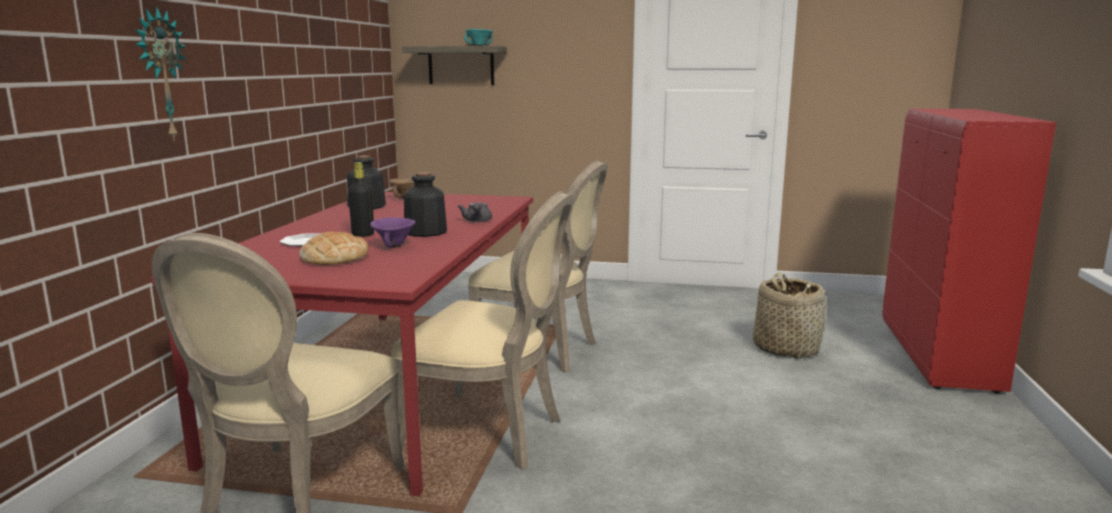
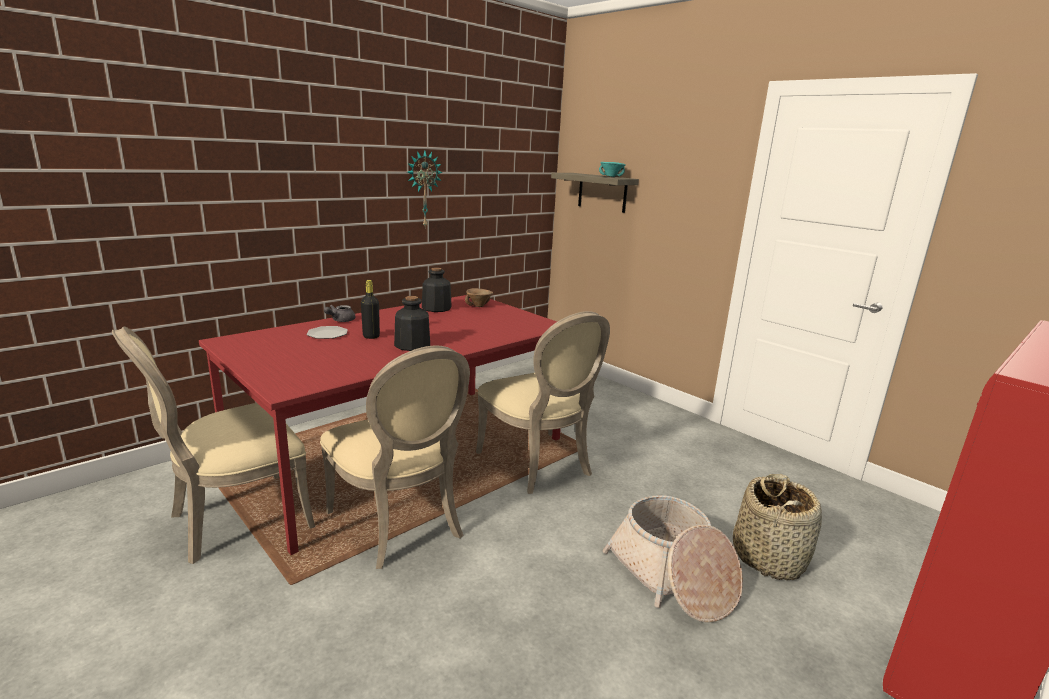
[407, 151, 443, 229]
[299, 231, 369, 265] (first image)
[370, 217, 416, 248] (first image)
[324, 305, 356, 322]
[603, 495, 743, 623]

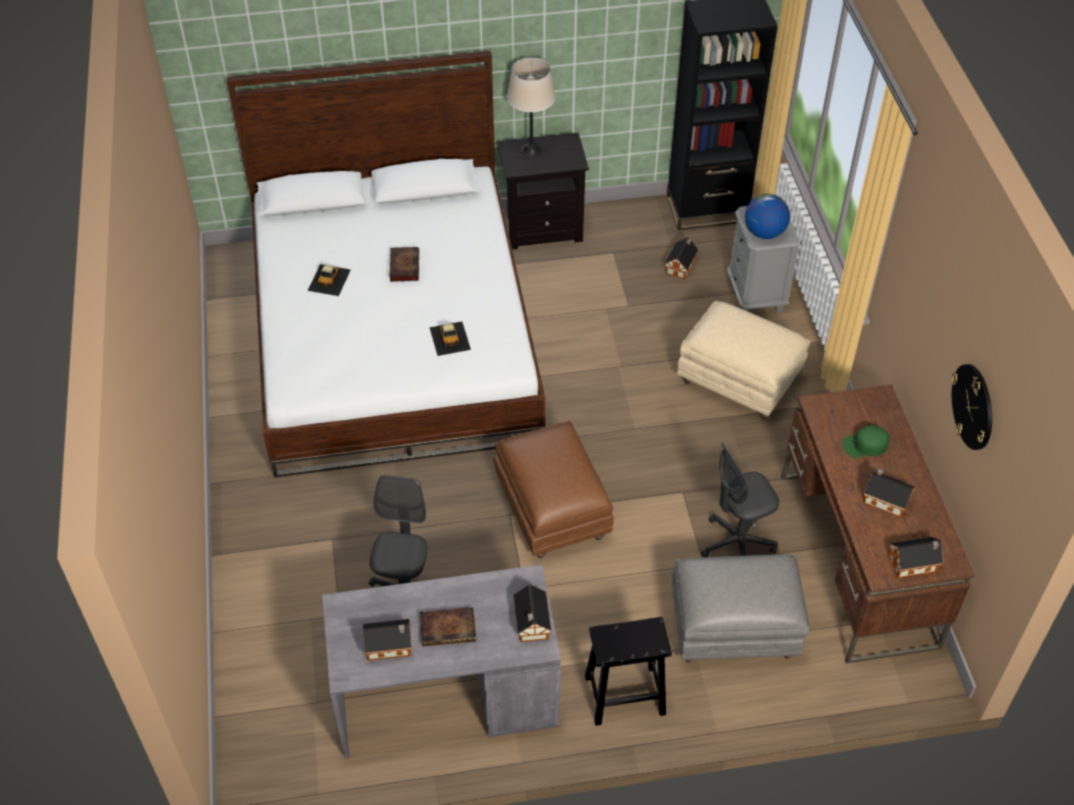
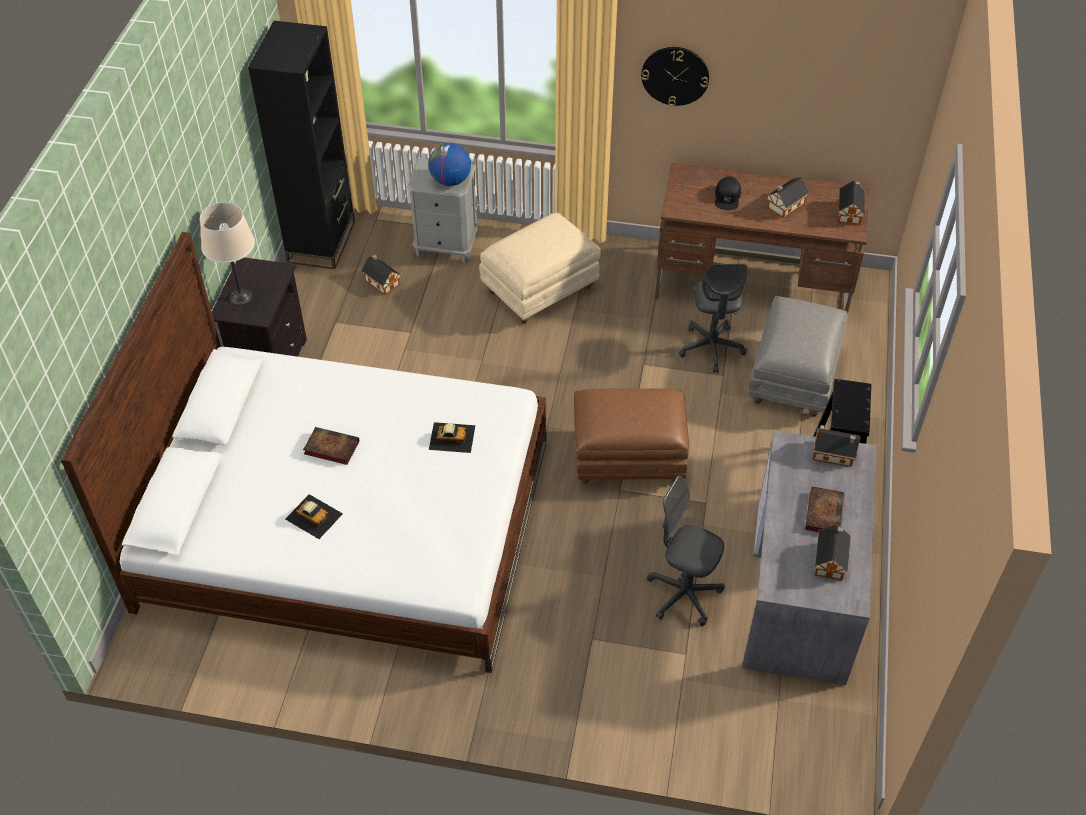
[715, 176, 741, 210]
[641, 47, 709, 106]

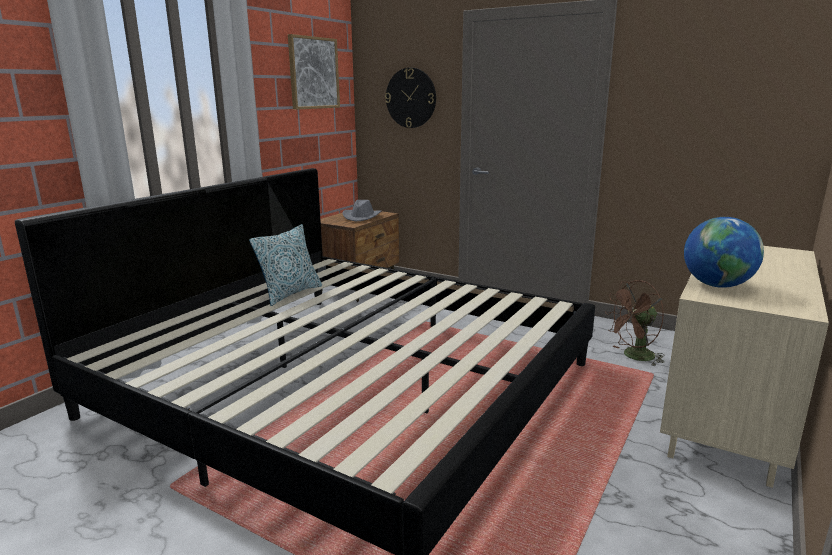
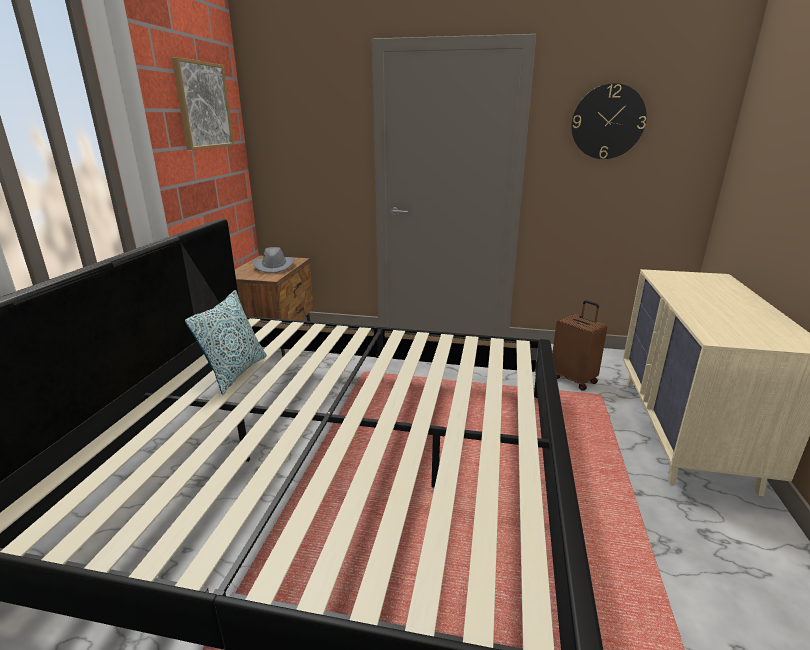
[571, 83, 647, 159]
[552, 300, 607, 391]
[684, 217, 764, 288] (first image)

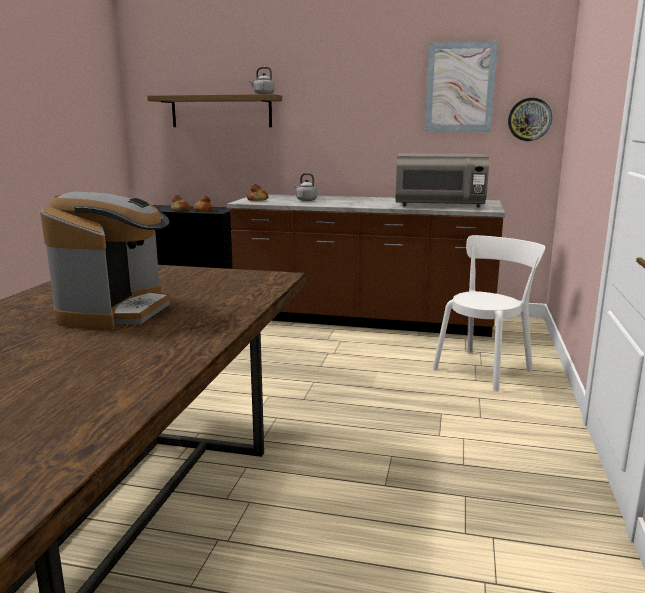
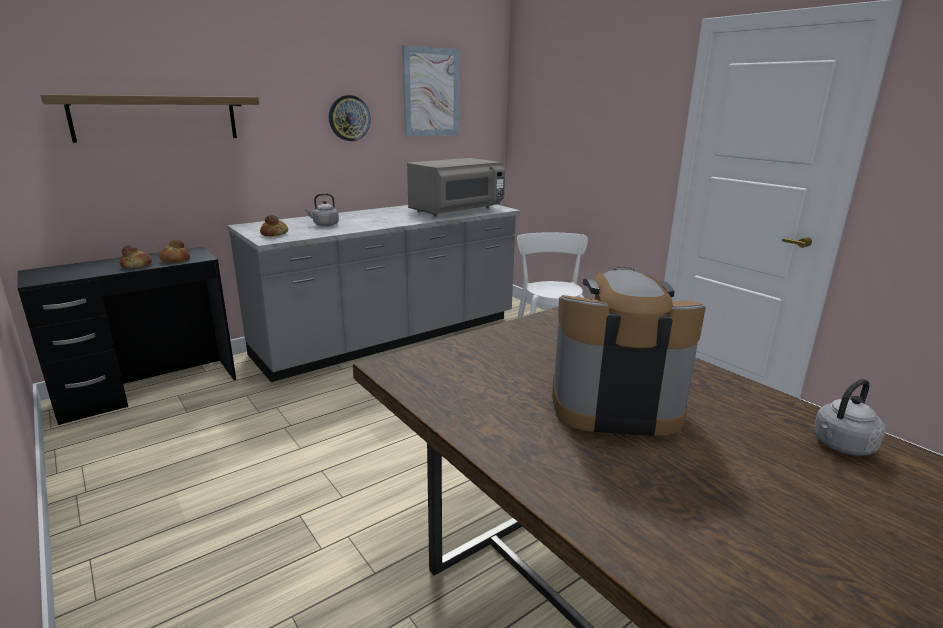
[552, 267, 706, 436]
[227, 205, 520, 382]
[814, 379, 886, 456]
[329, 95, 371, 141]

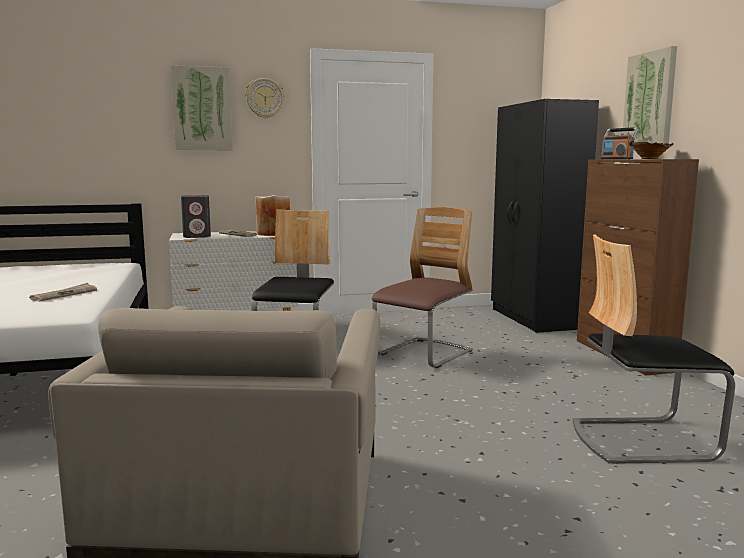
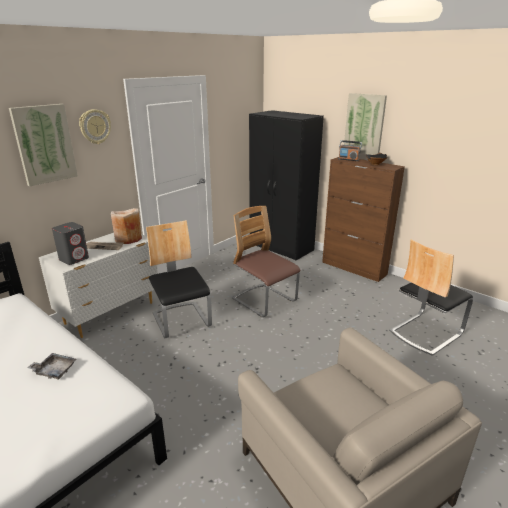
[27, 353, 76, 380]
[232, 206, 300, 317]

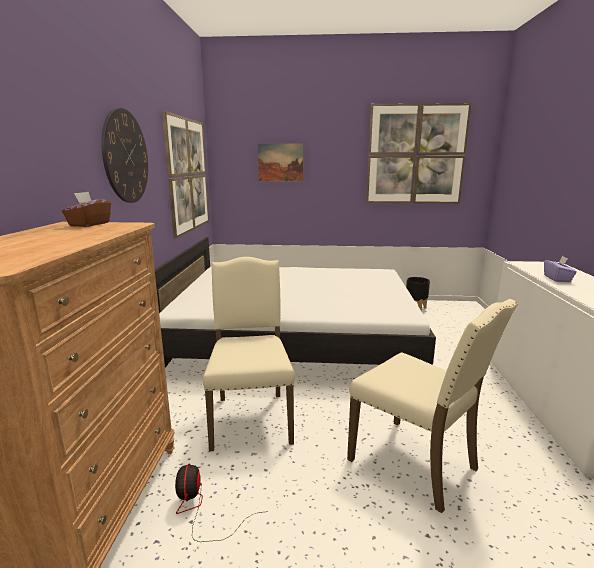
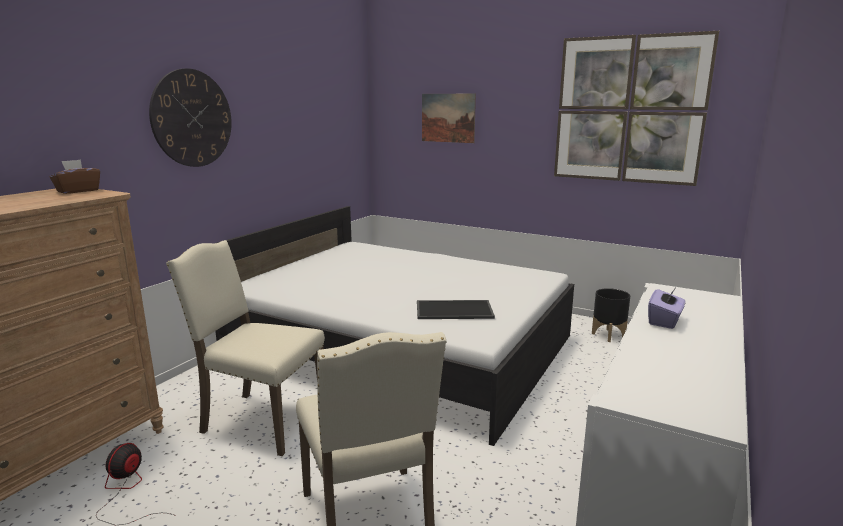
[162, 111, 209, 238] (first image)
[166, 240, 325, 456]
[417, 300, 495, 319]

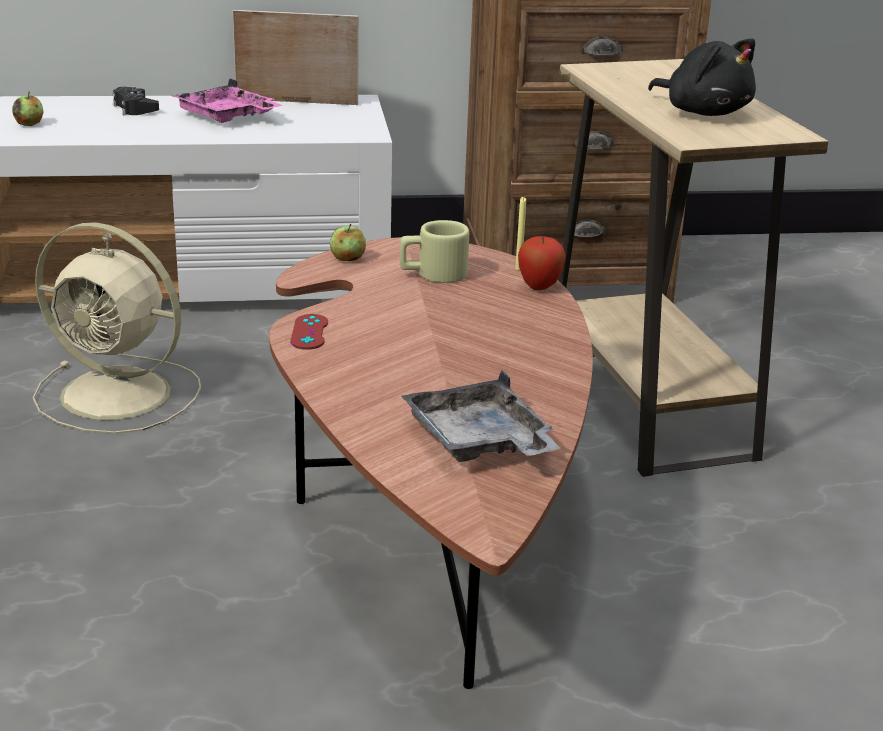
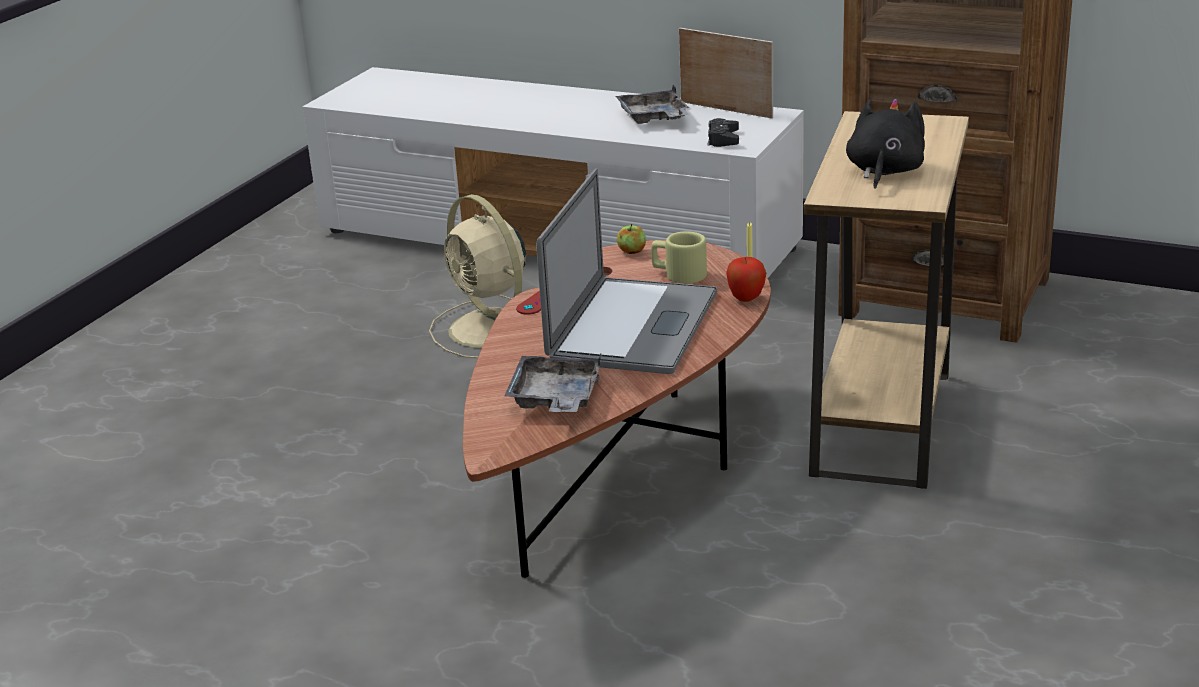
[12, 92, 44, 126] (first image)
[708, 118, 739, 147]
[616, 85, 689, 124]
[846, 99, 925, 189]
[536, 168, 717, 374]

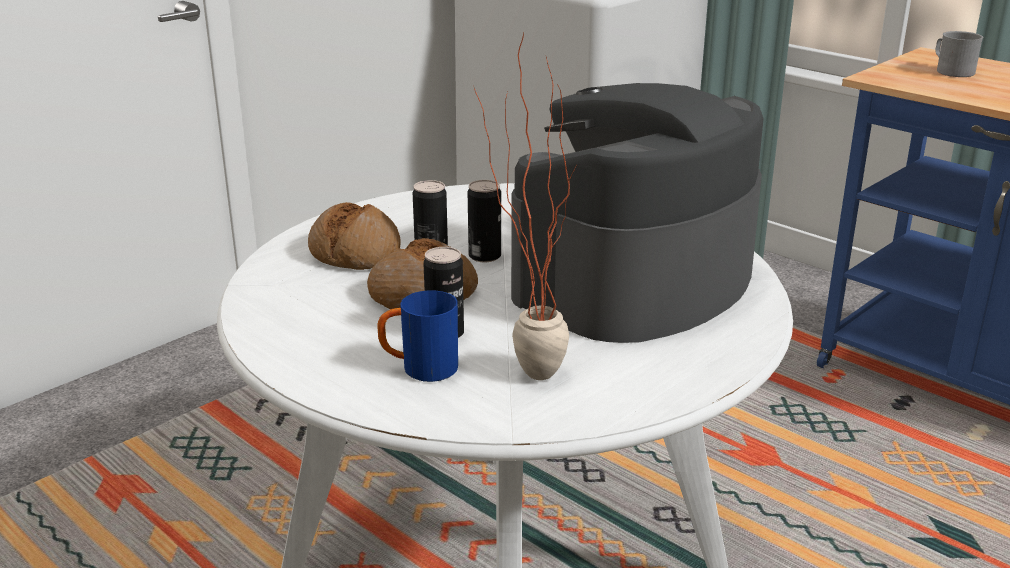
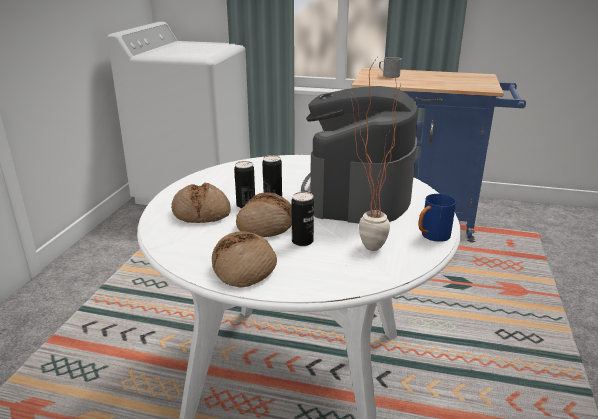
[418, 194, 456, 242]
[212, 231, 277, 287]

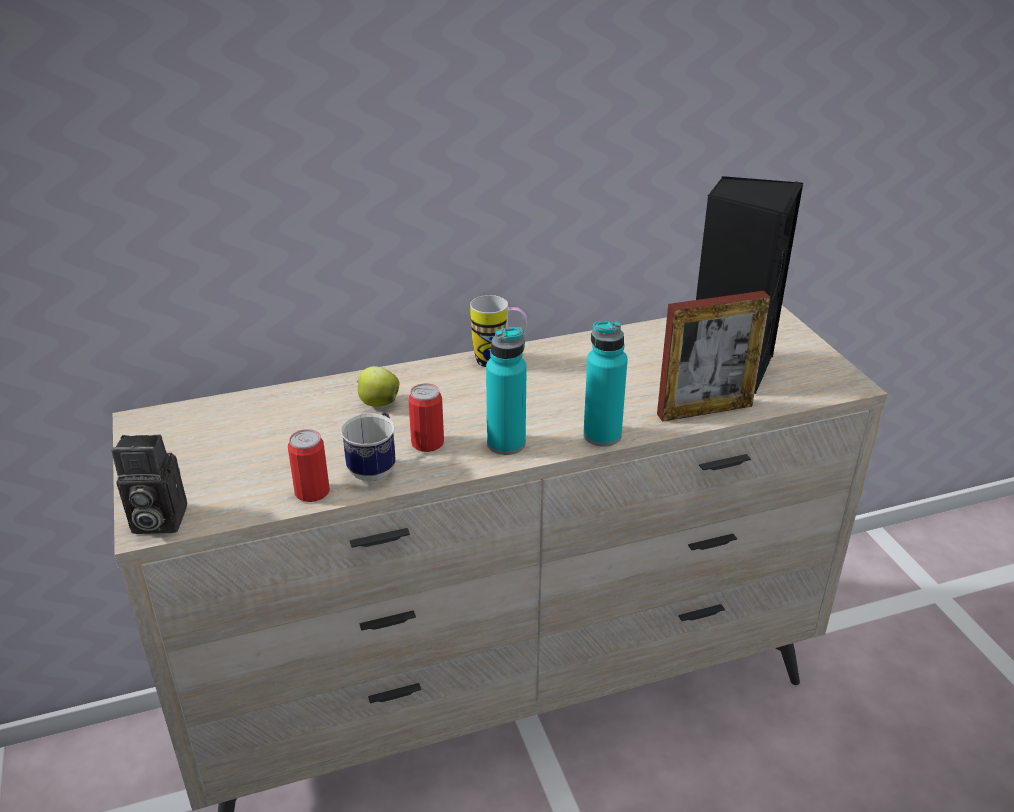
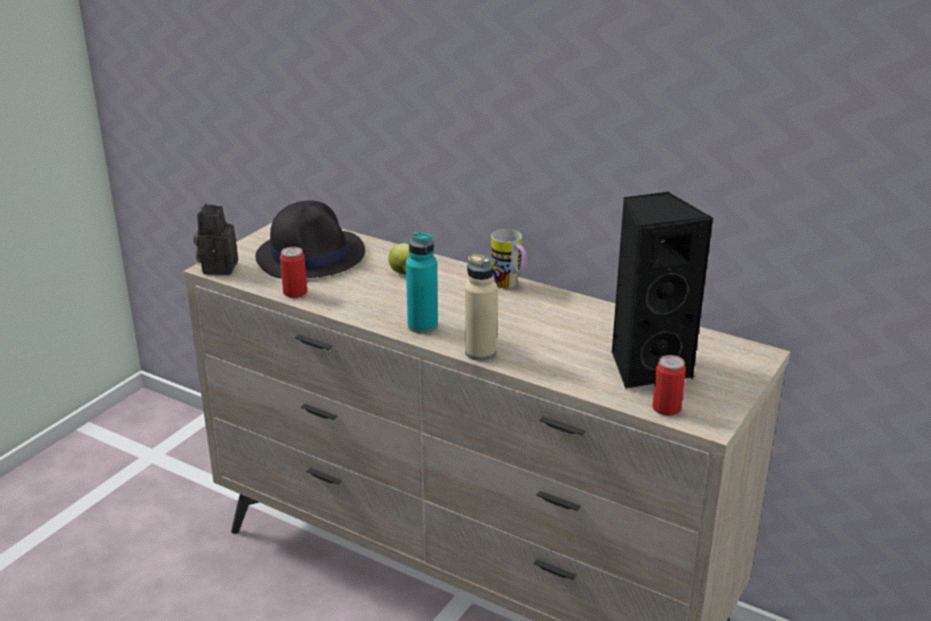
[194, 203, 238, 275]
[341, 413, 396, 482] (first image)
[652, 355, 686, 416]
[465, 254, 497, 361]
[657, 291, 771, 422] (first image)
[255, 200, 365, 278]

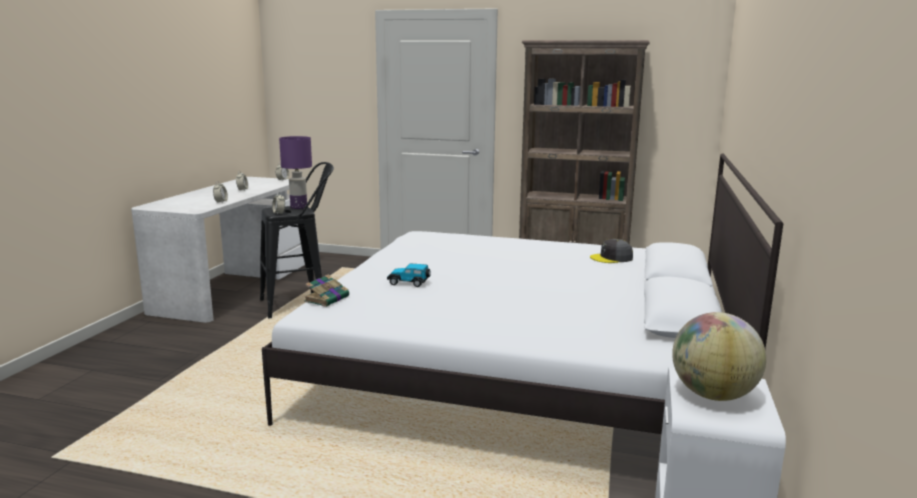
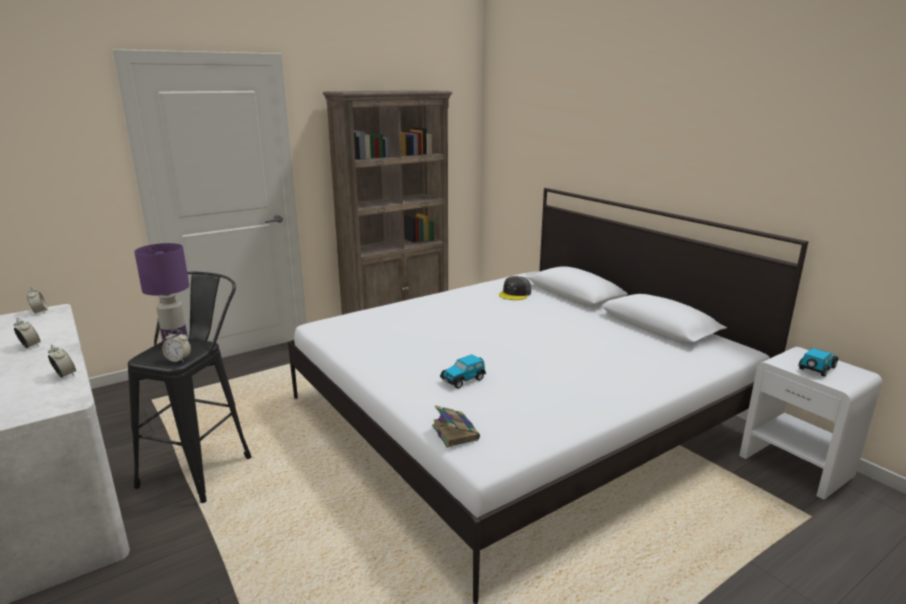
[798, 348, 838, 377]

